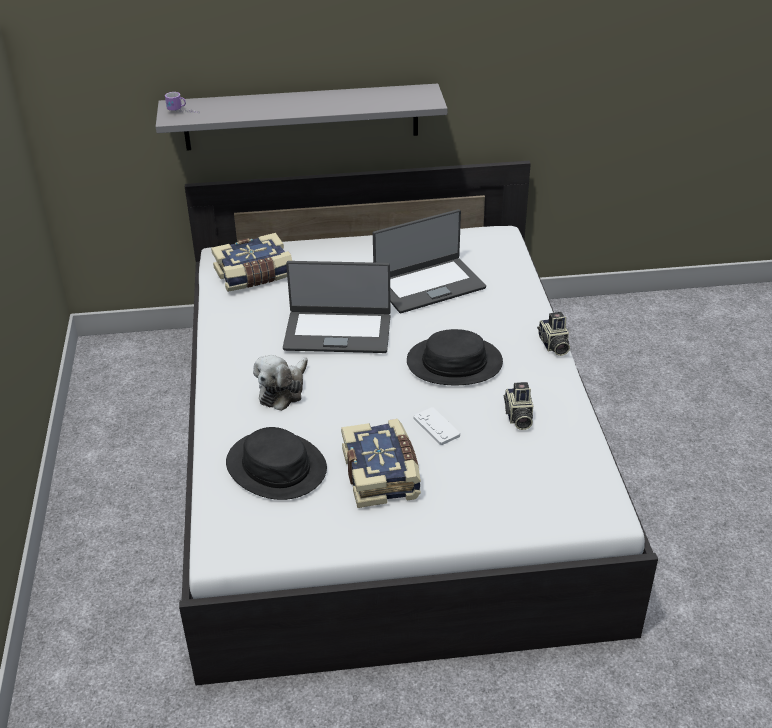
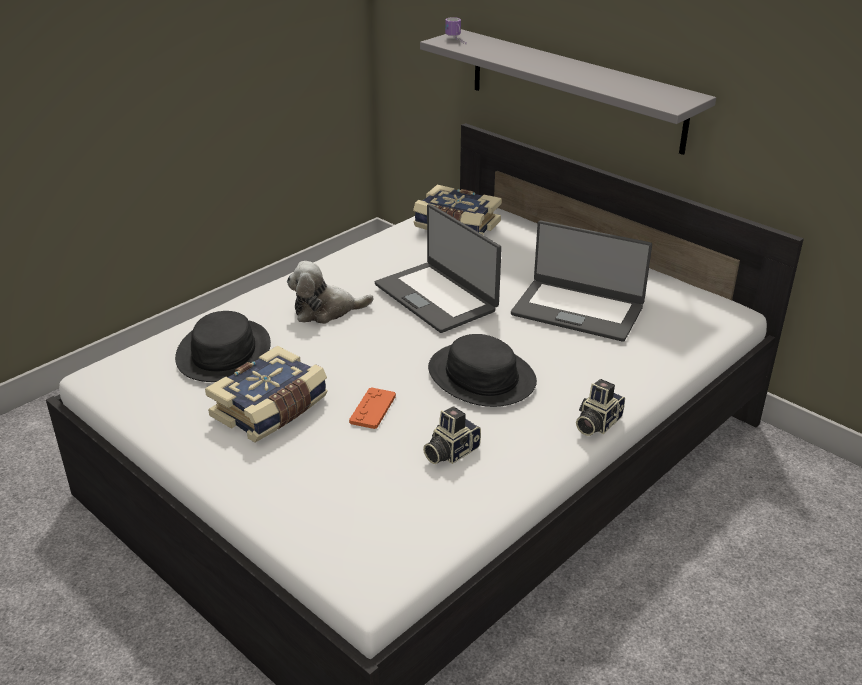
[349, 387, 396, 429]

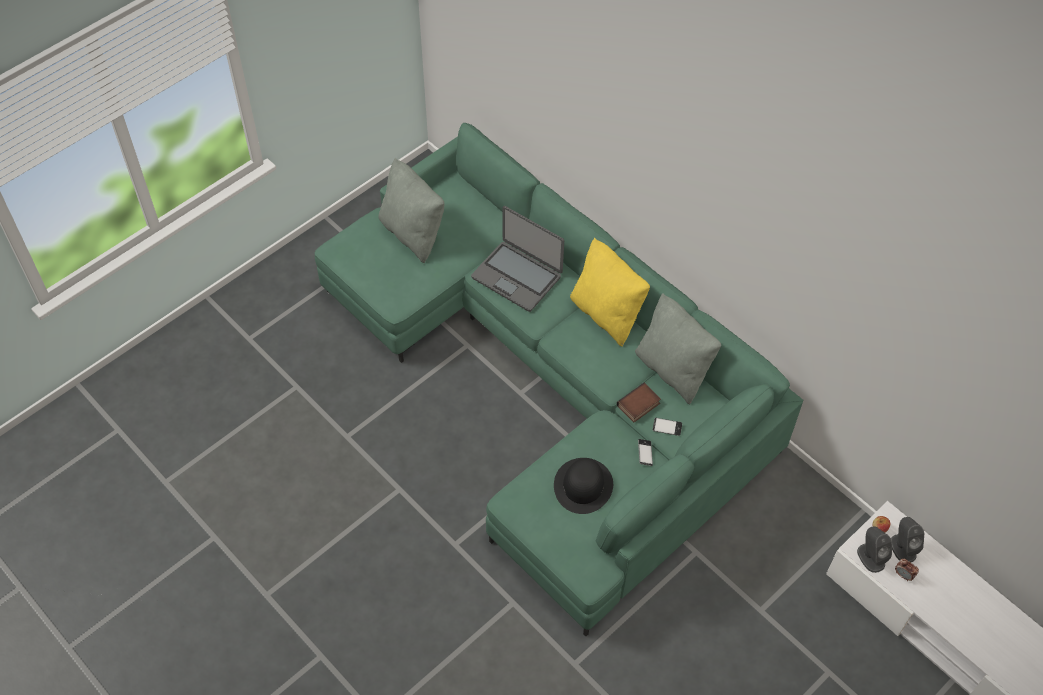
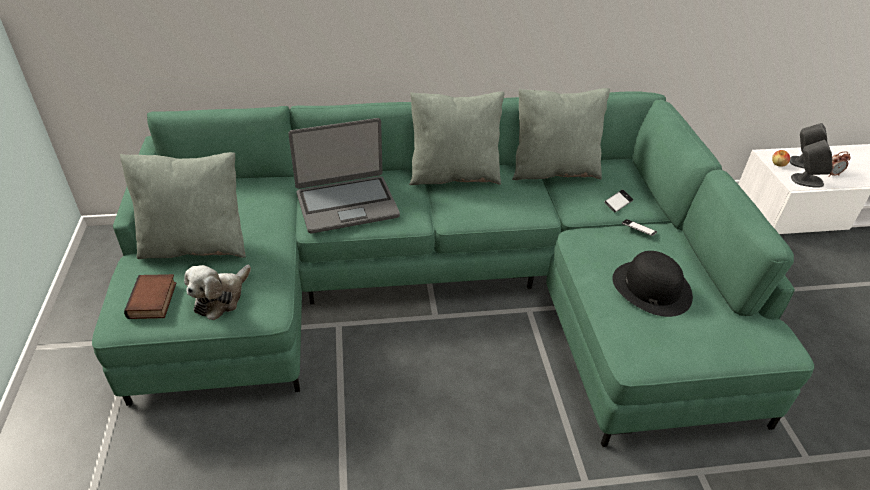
[409, 92, 505, 185]
[124, 274, 176, 319]
[184, 265, 251, 320]

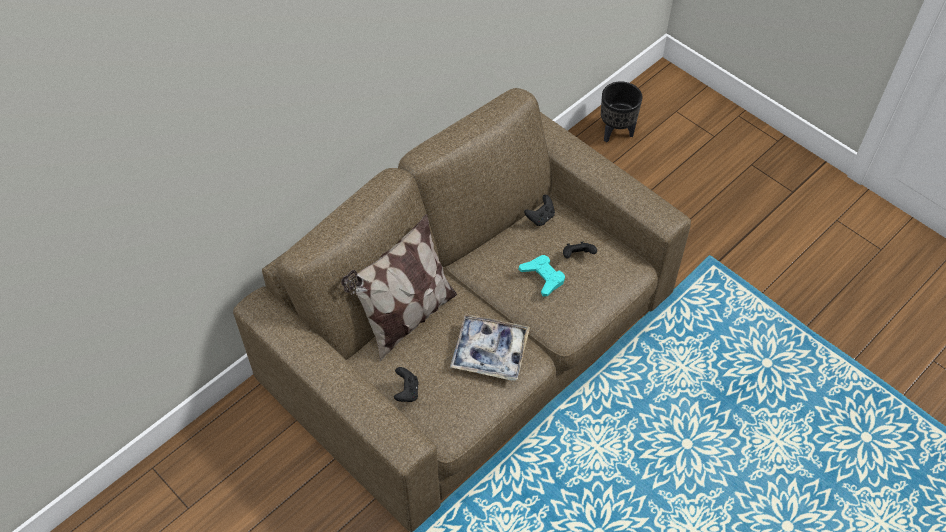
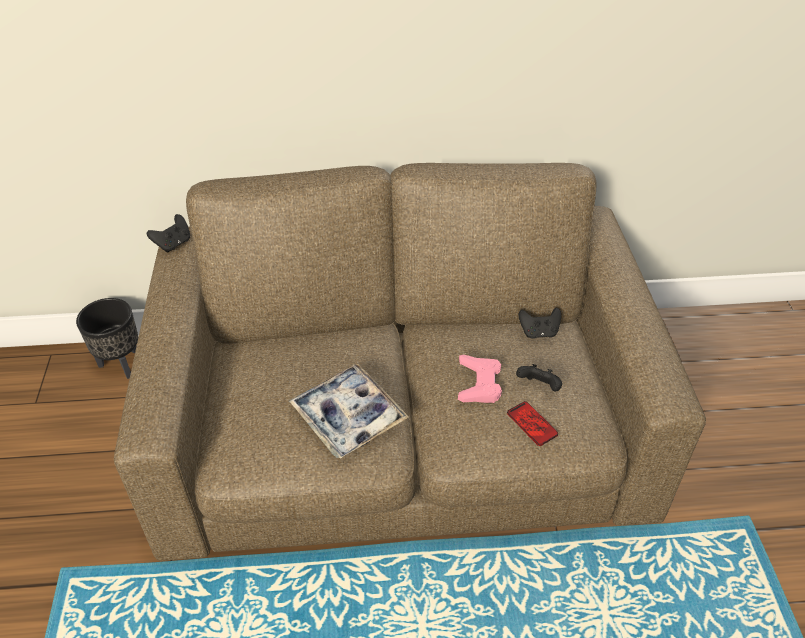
[341, 214, 457, 362] (first image)
[147, 214, 190, 253]
[458, 355, 502, 403]
[76, 298, 138, 379]
[507, 401, 558, 446]

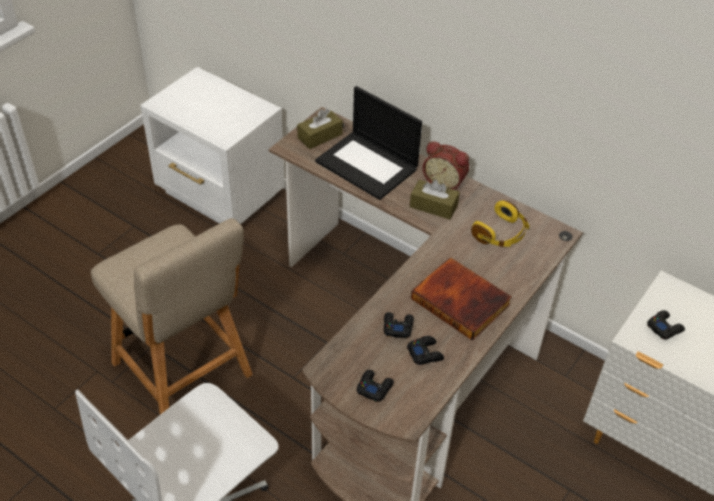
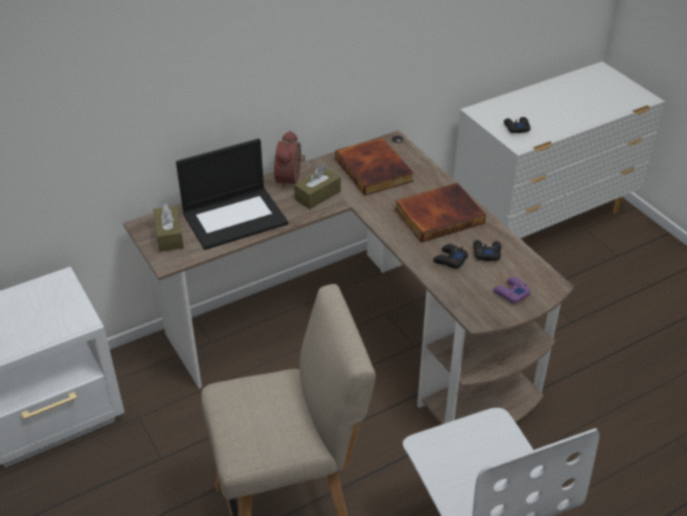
[493, 277, 531, 303]
[274, 130, 305, 189]
[335, 137, 414, 196]

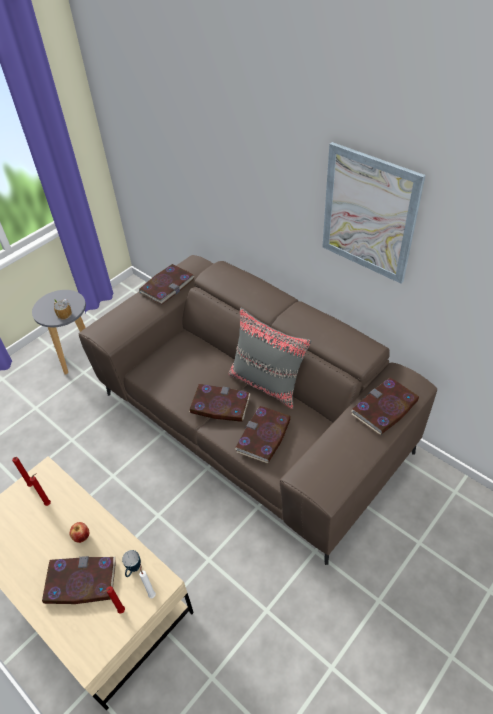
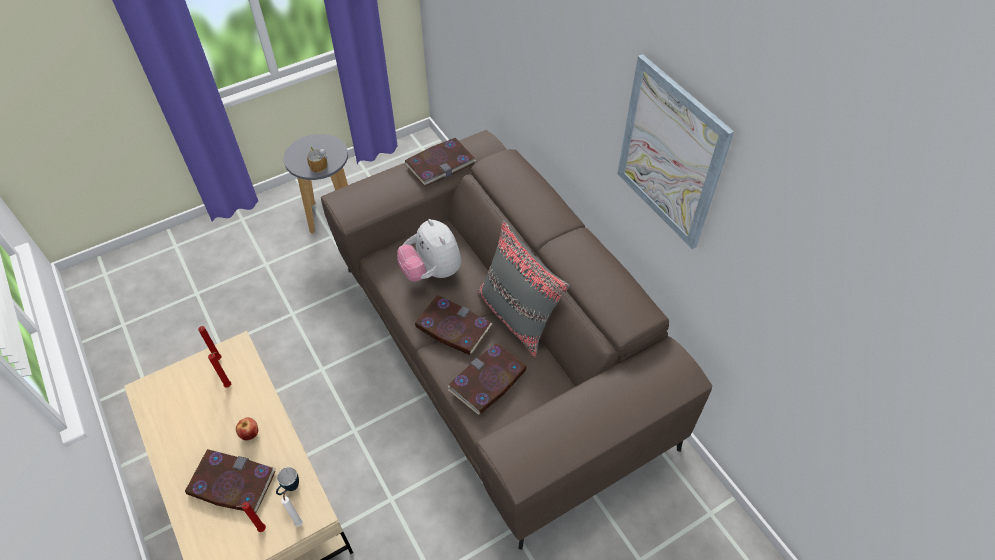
[351, 378, 419, 435] (first image)
[397, 219, 461, 282]

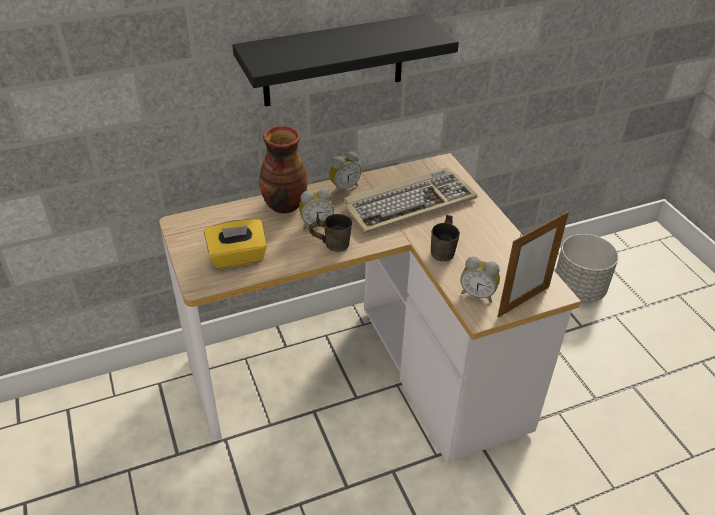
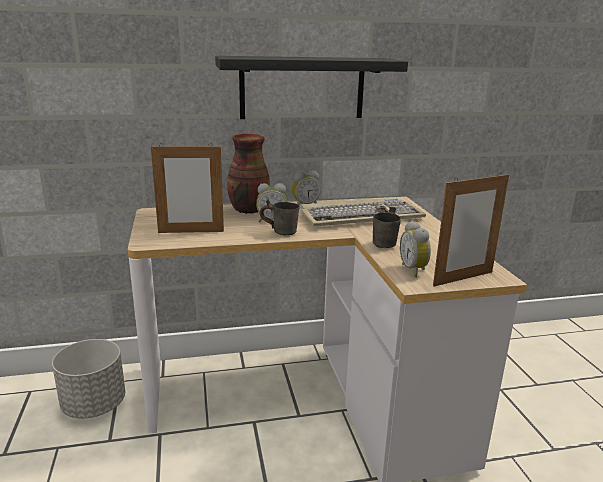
[151, 143, 224, 233]
[400, 221, 431, 277]
[52, 339, 125, 419]

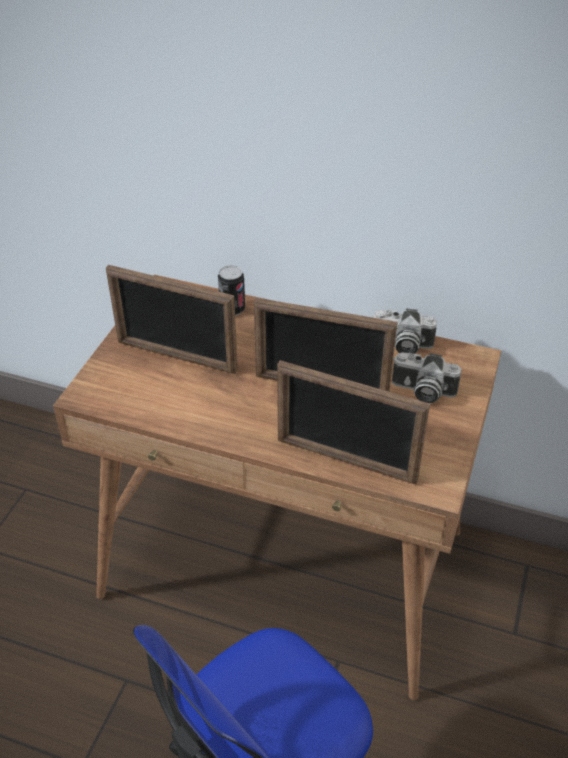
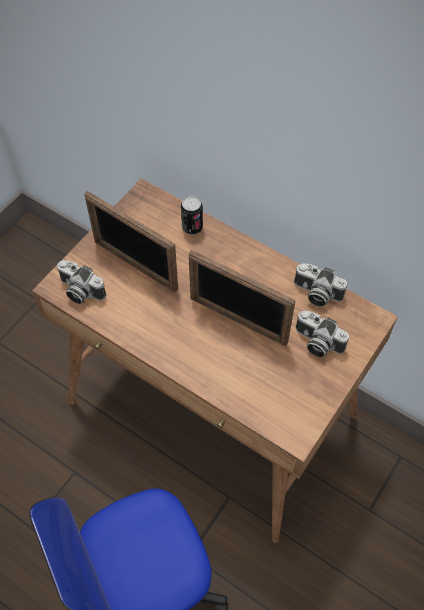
[277, 360, 430, 484] (first image)
[57, 260, 106, 304]

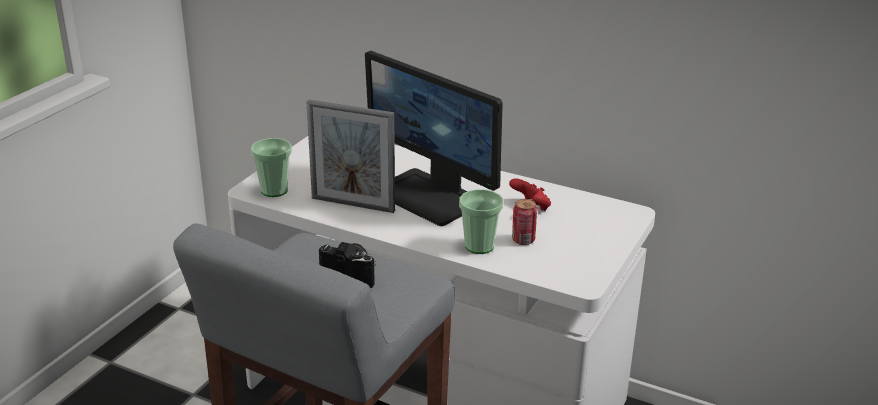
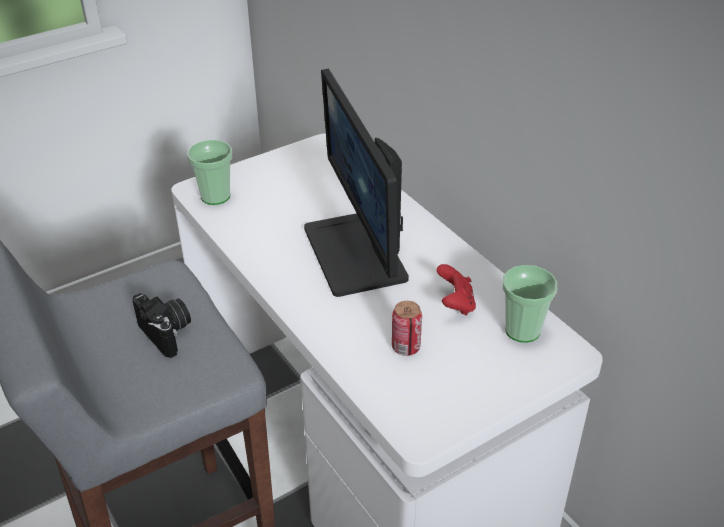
[306, 99, 395, 213] (first image)
[502, 265, 557, 343]

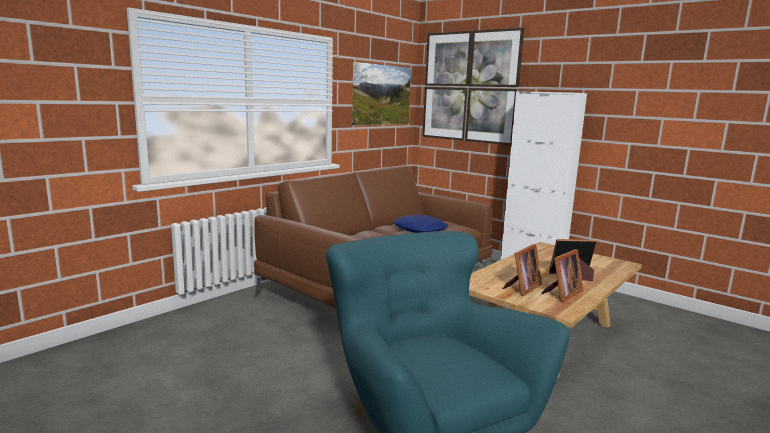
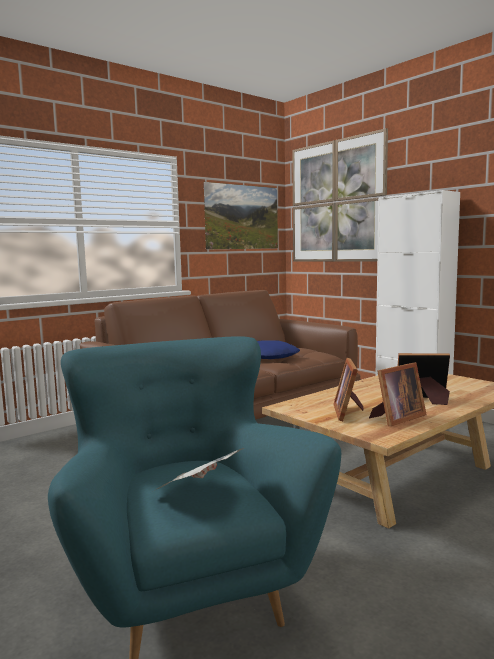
[333, 358, 363, 421]
[155, 448, 244, 490]

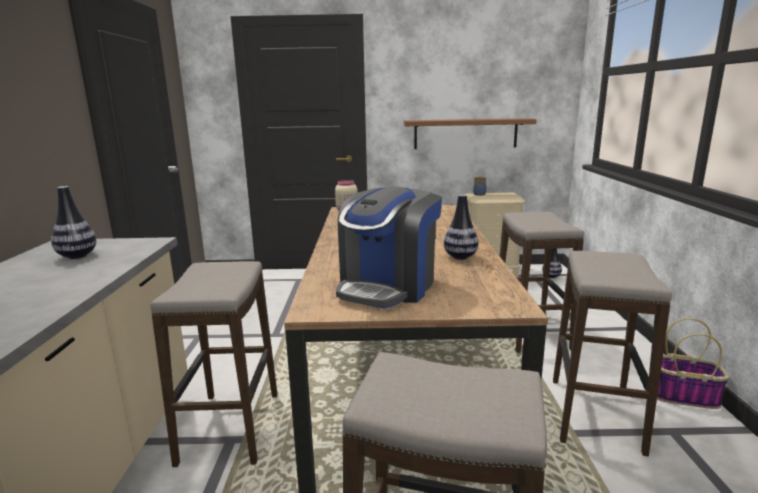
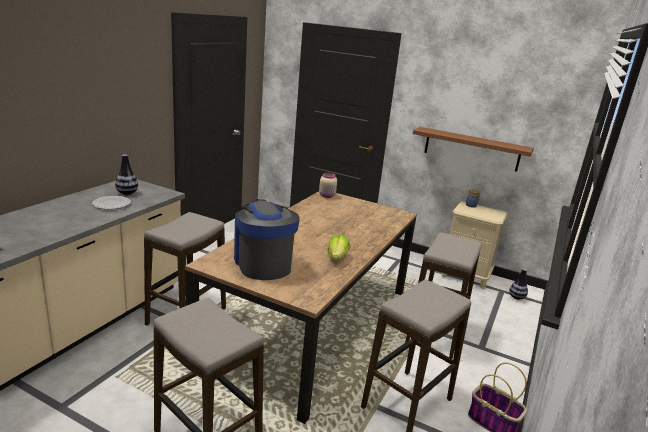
[234, 200, 300, 280]
[328, 234, 350, 261]
[92, 196, 131, 209]

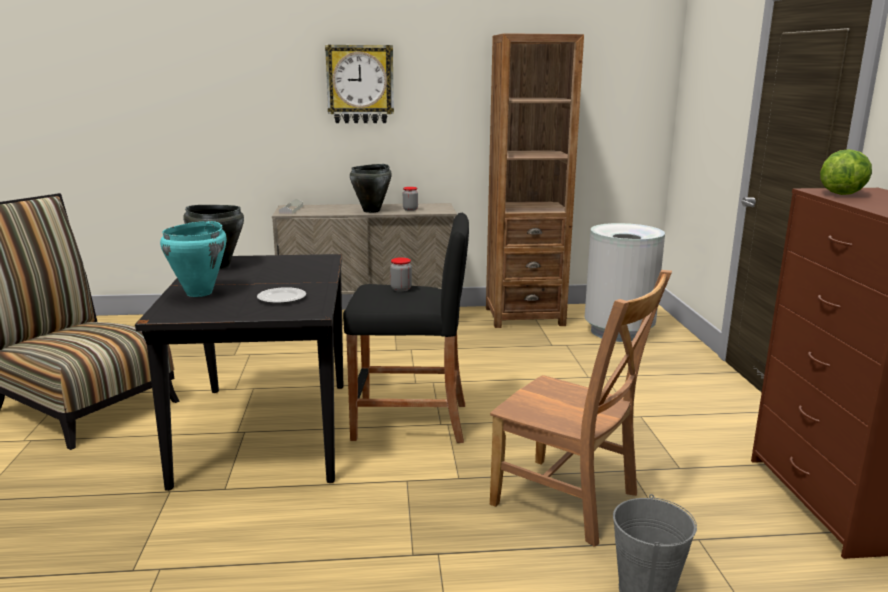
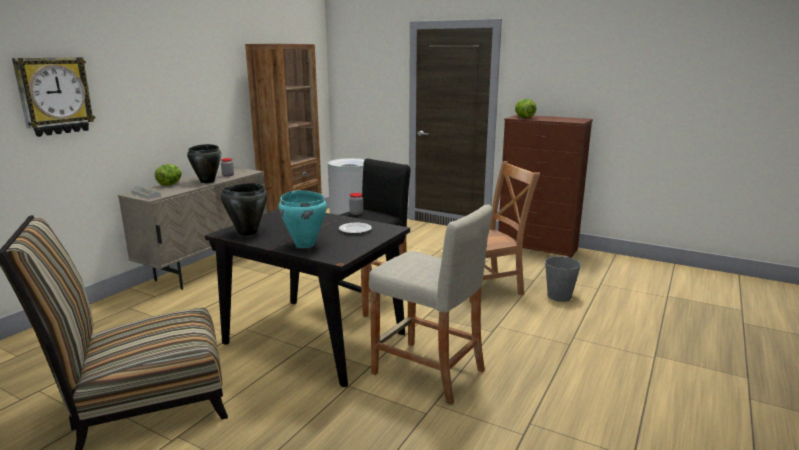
[12, 57, 96, 137]
[155, 164, 182, 186]
[369, 204, 493, 405]

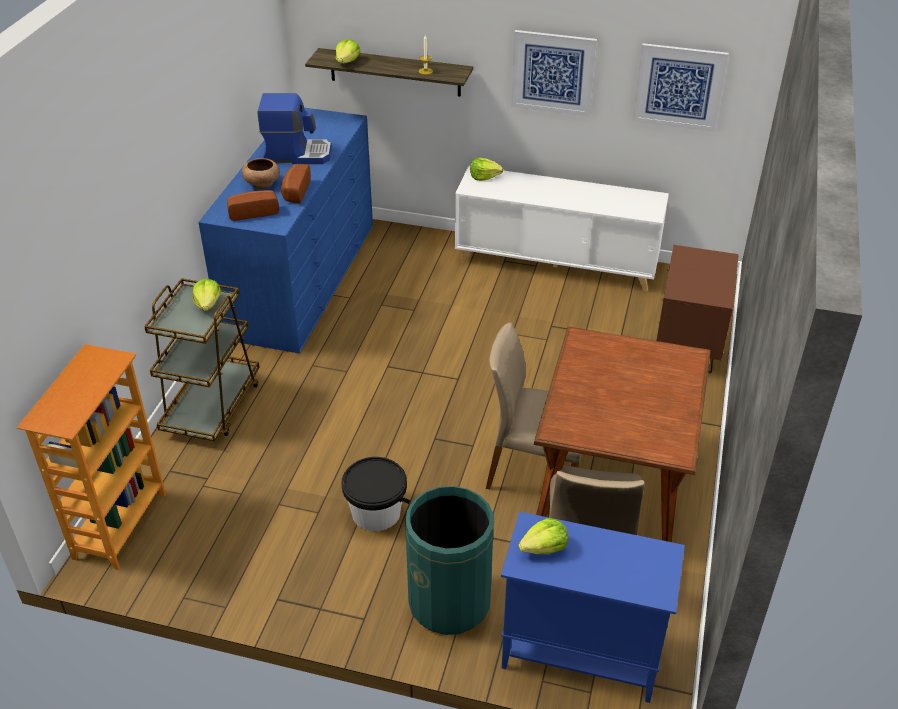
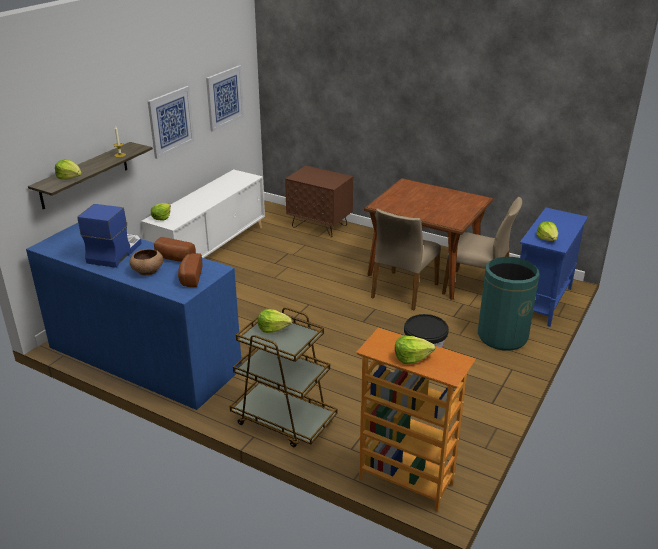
[395, 336, 435, 364]

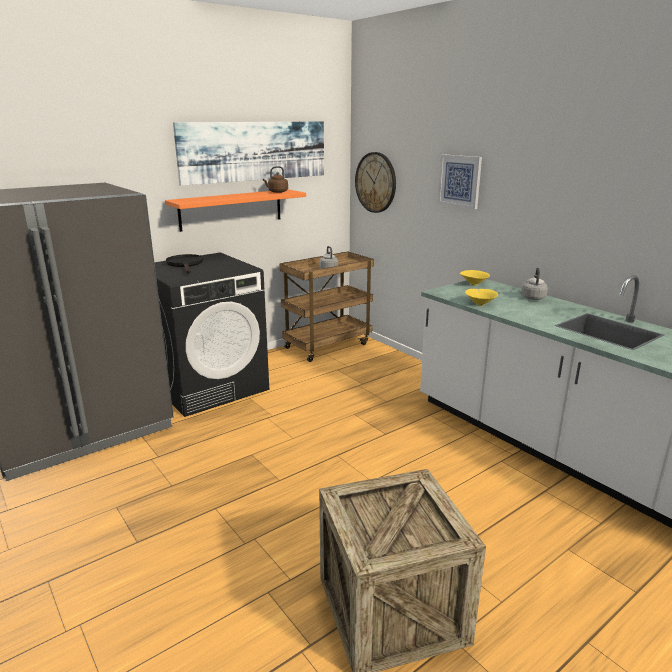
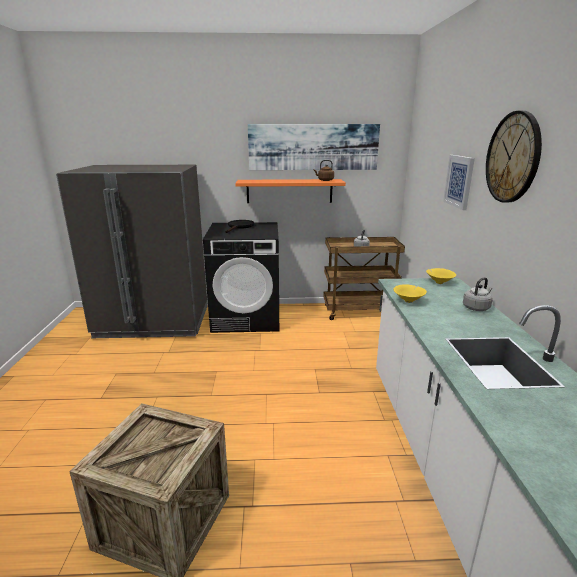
[486, 111, 542, 202]

